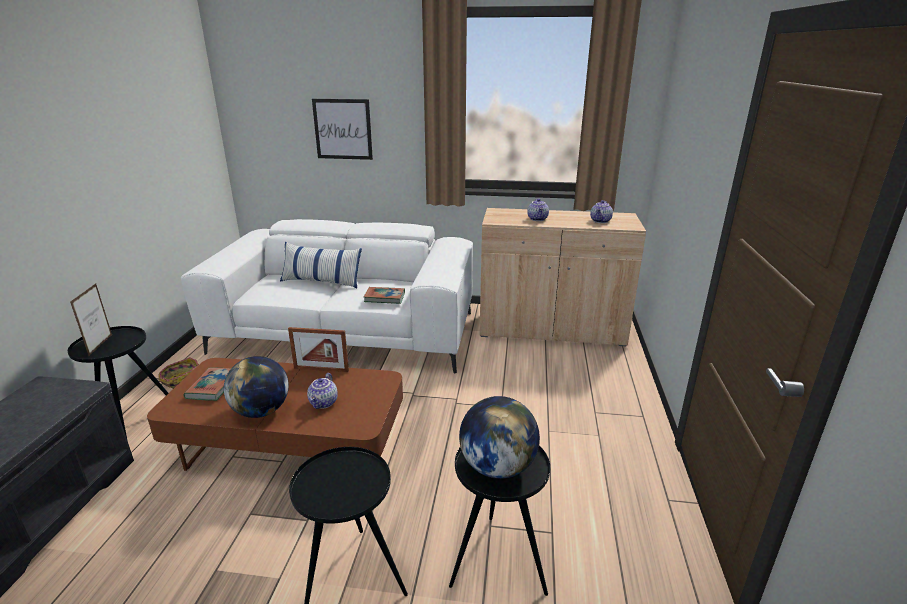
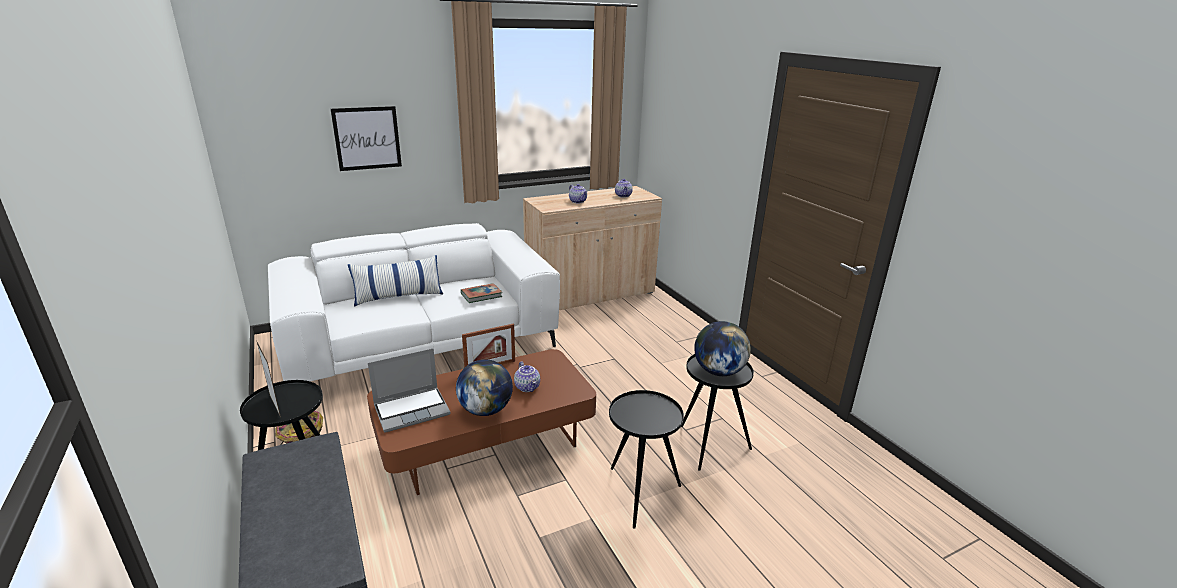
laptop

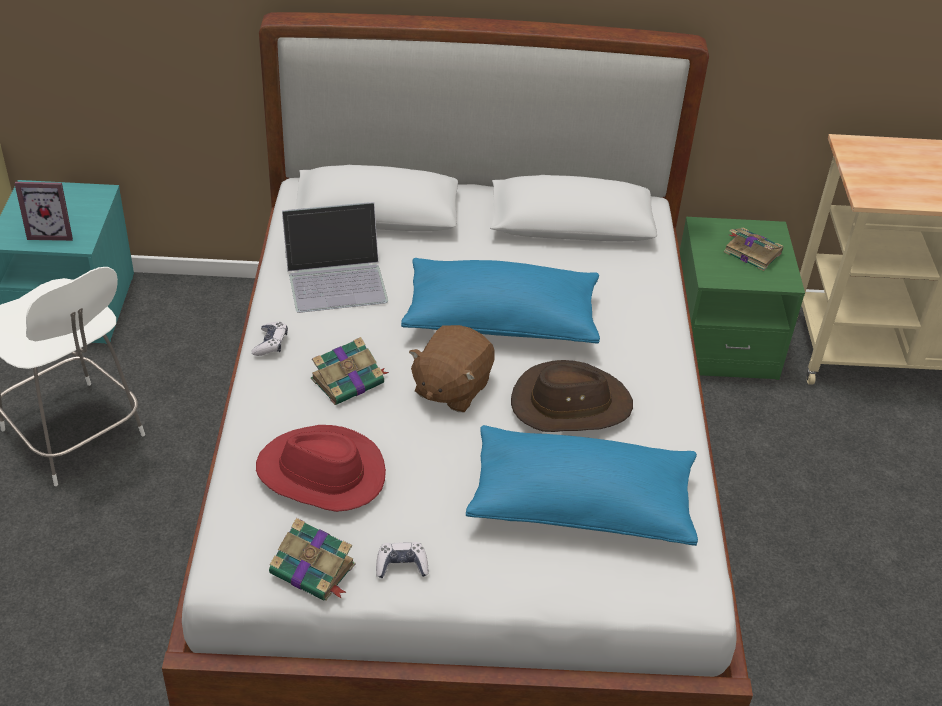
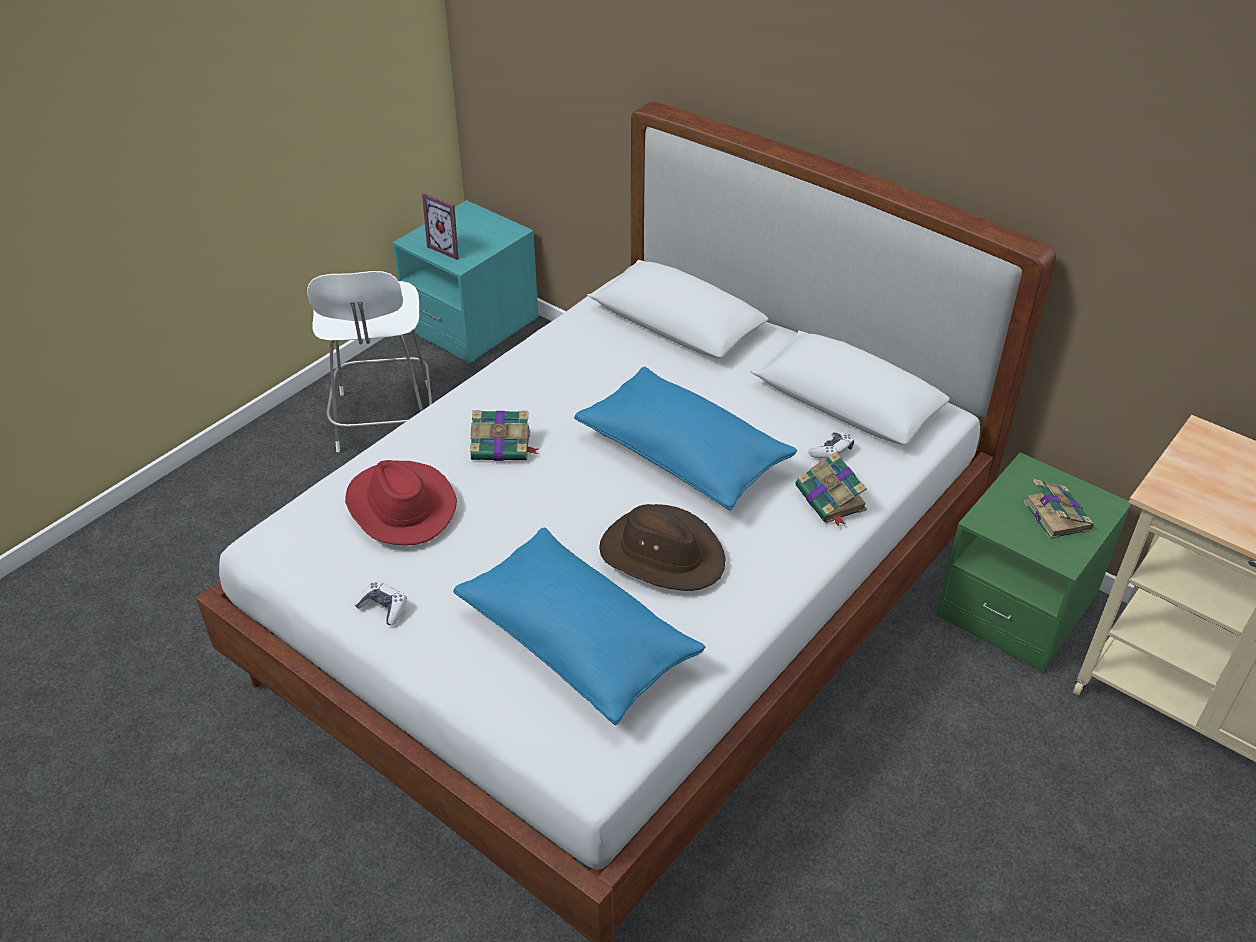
game controller (no. 2 from left); book (no. 2 from left); laptop; plush toy in brown

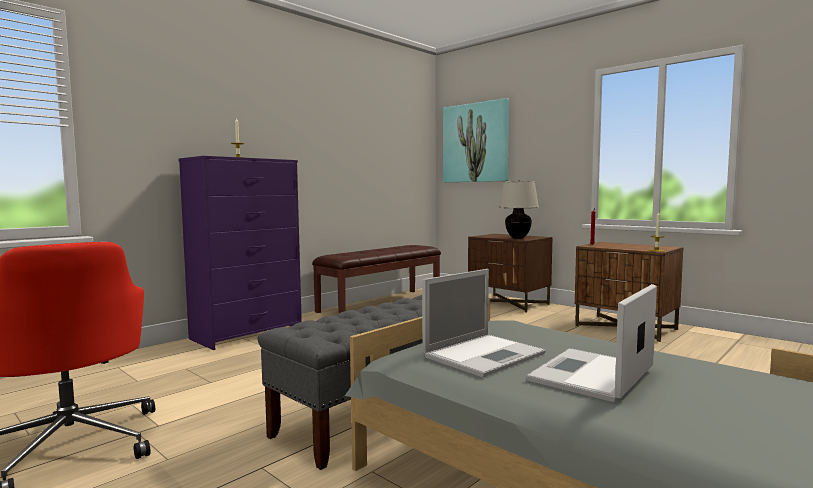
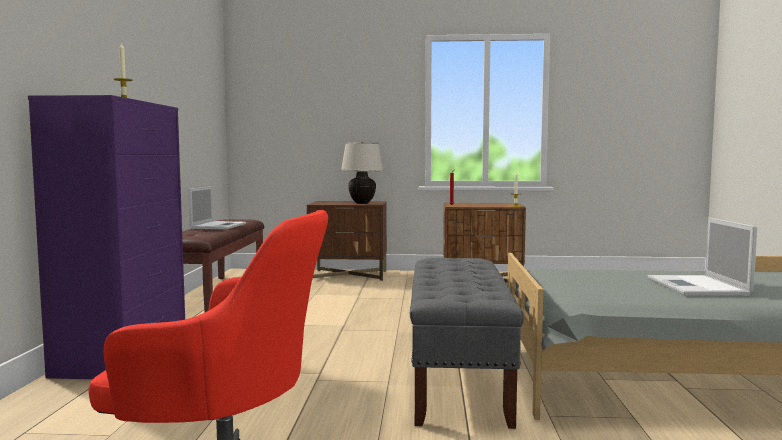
laptop (no. 1 from left); picture

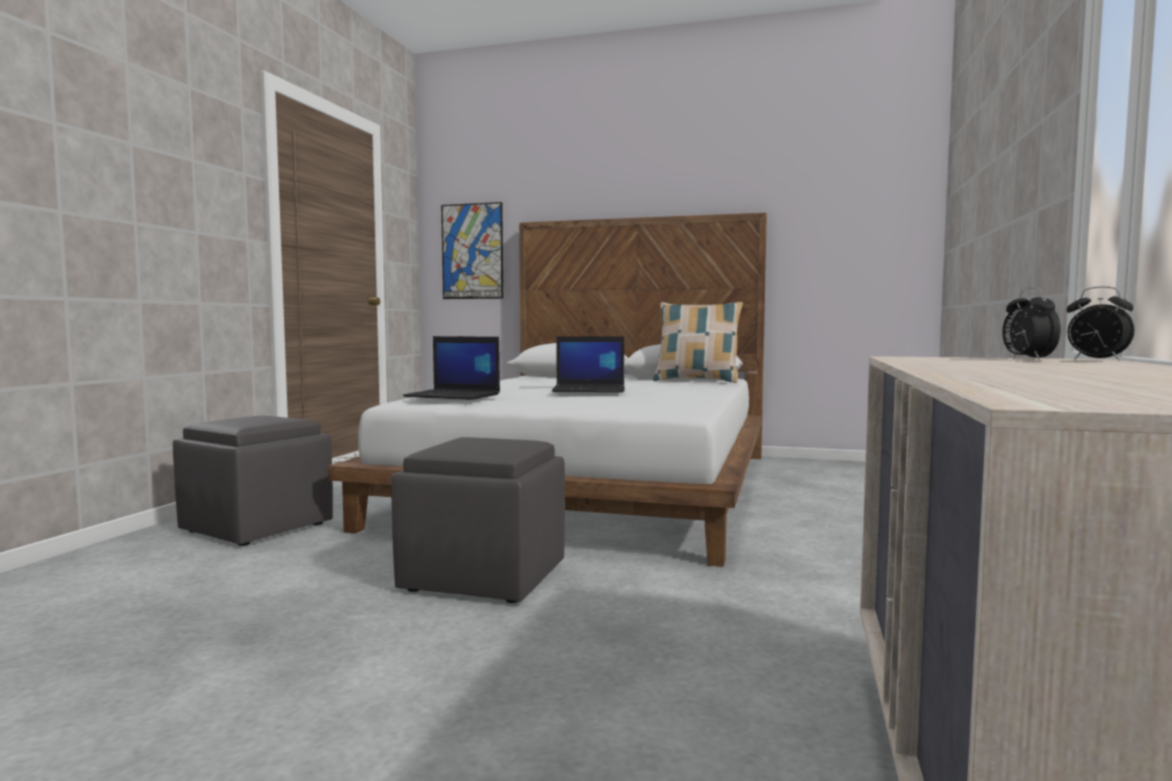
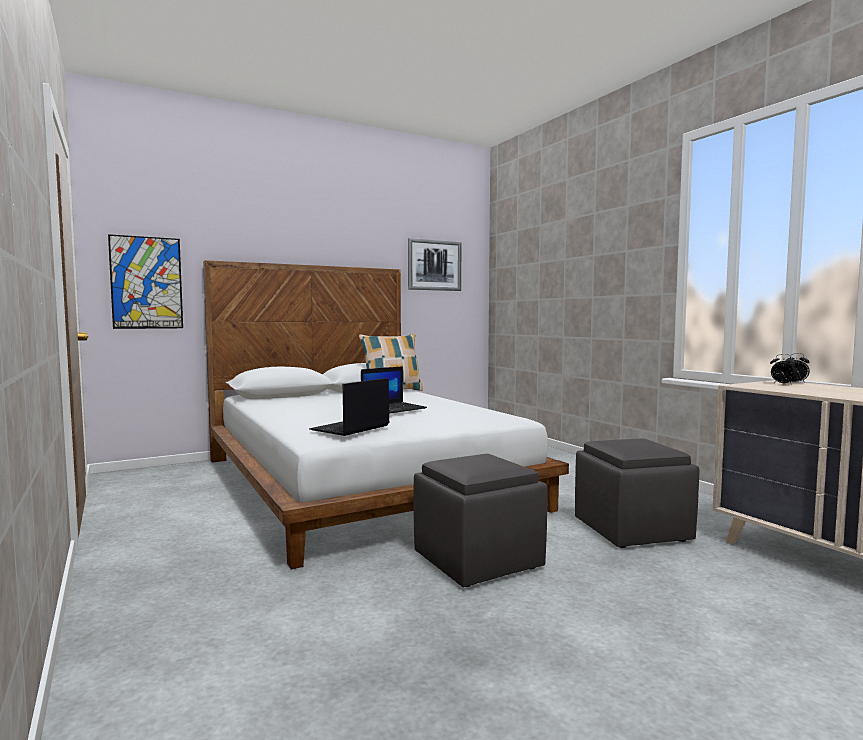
ottoman in grey (no. 2 from left); laptop (no. 1 from left); picture (no. 2 from left)

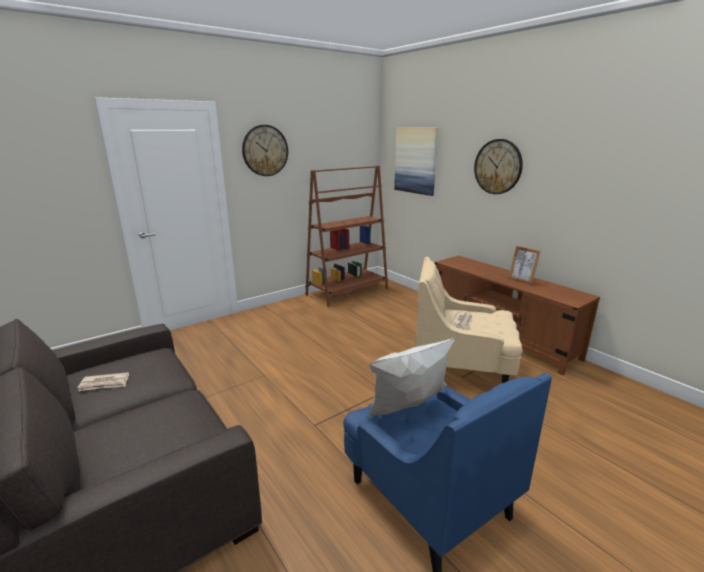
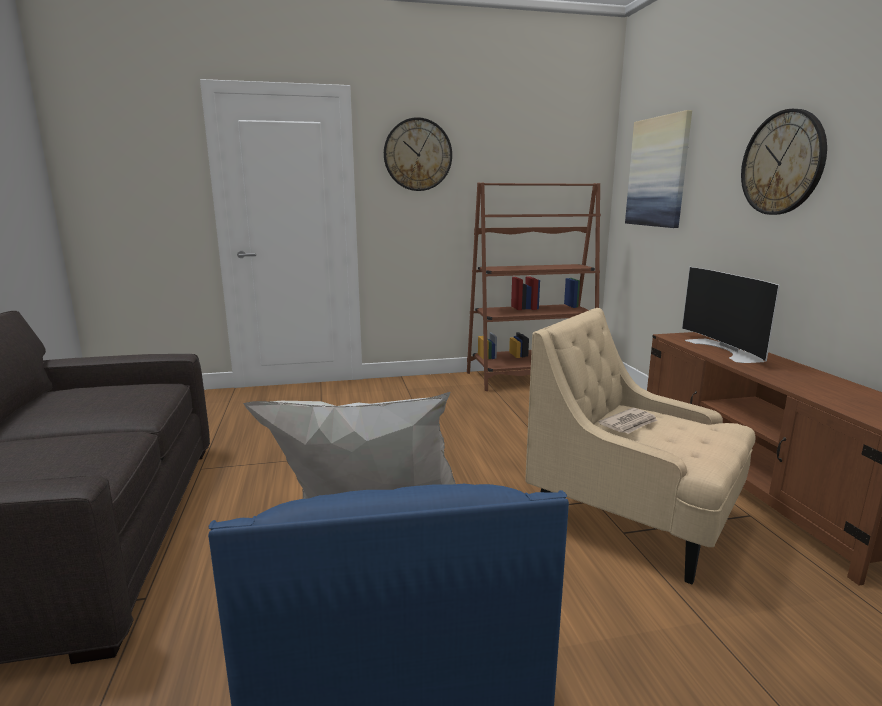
newspaper (no. 1 from left in the first image); picture frame; television

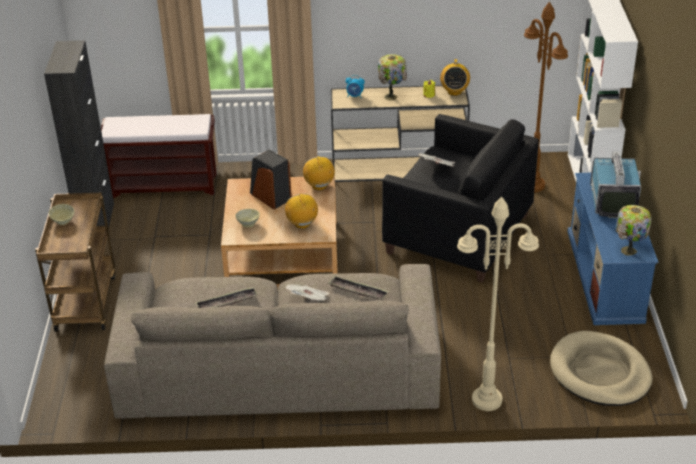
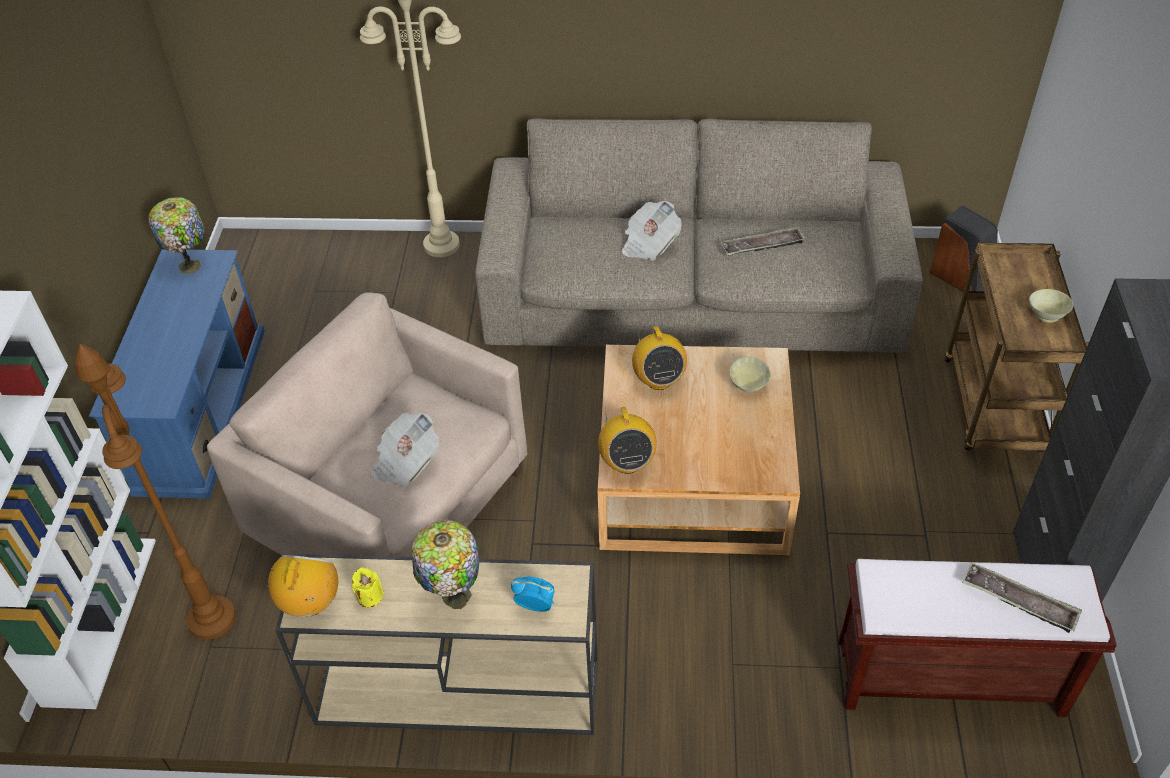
speaker; tray (no. 2 from left); armchair in beige; dog bed in beige; television

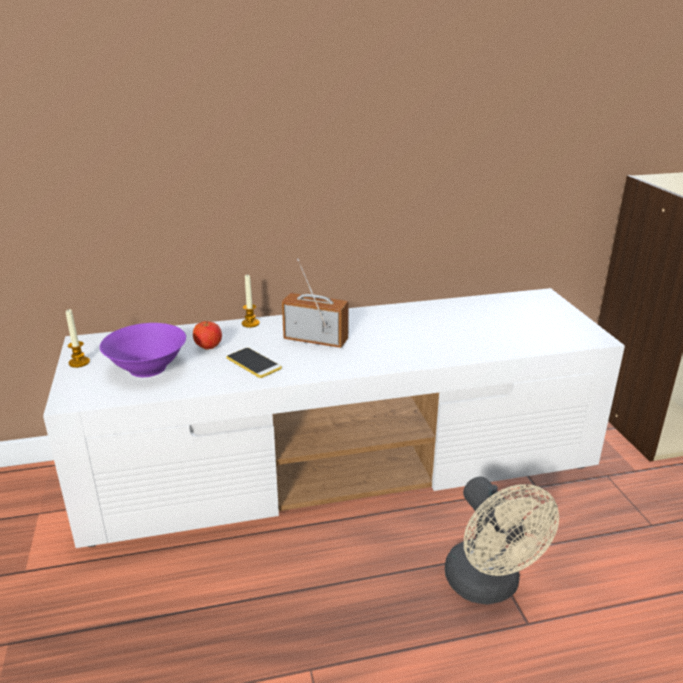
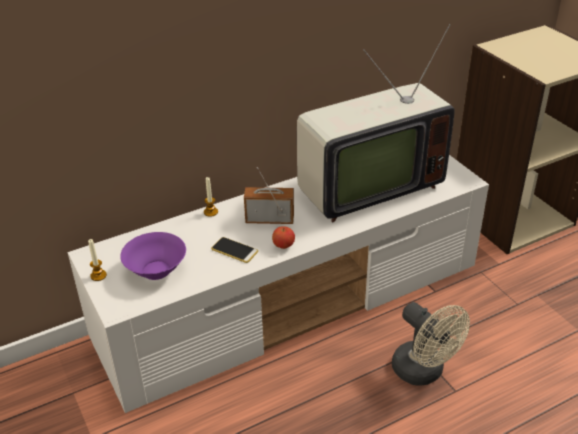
apple; television

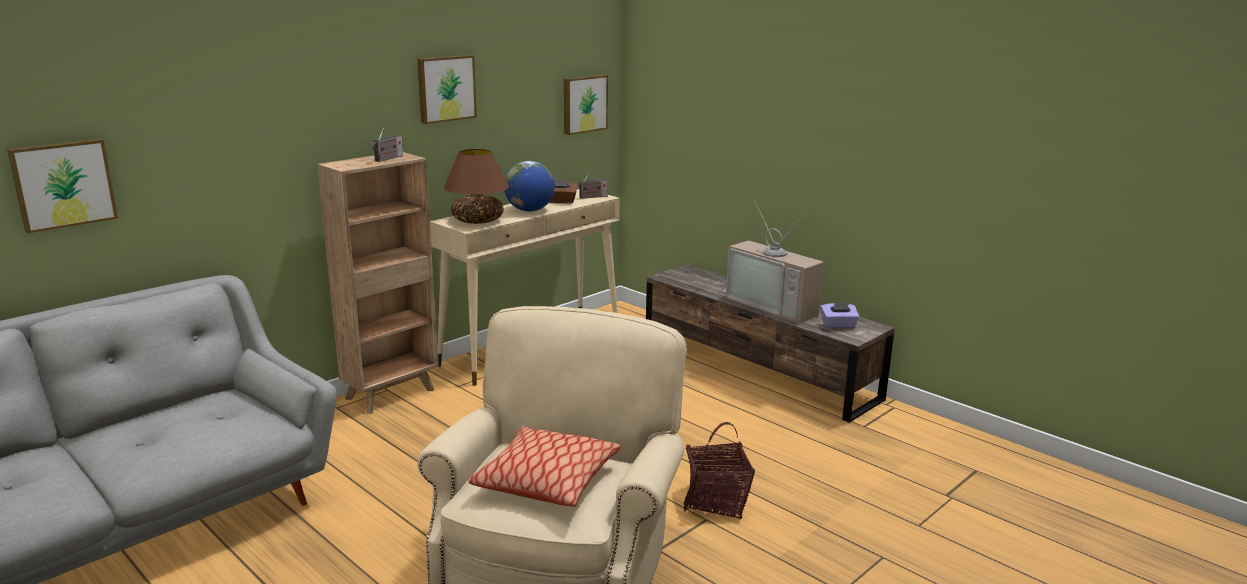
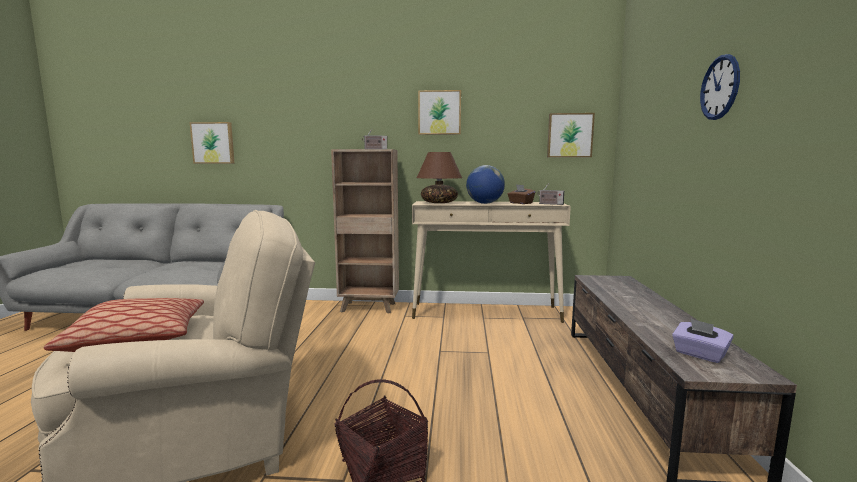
television; wall clock

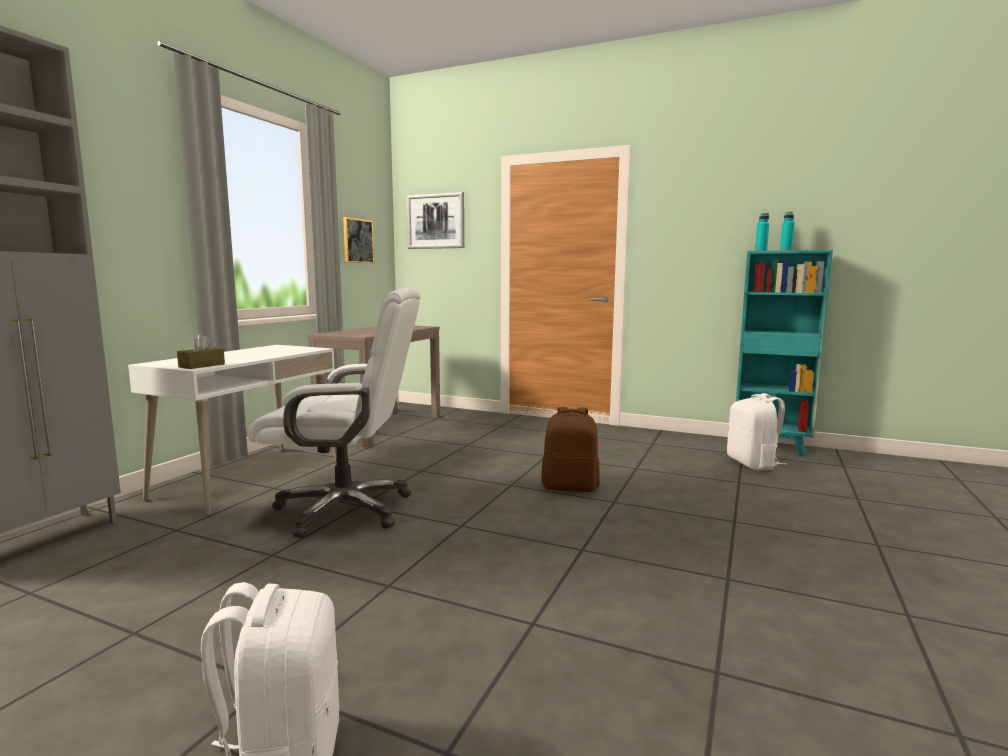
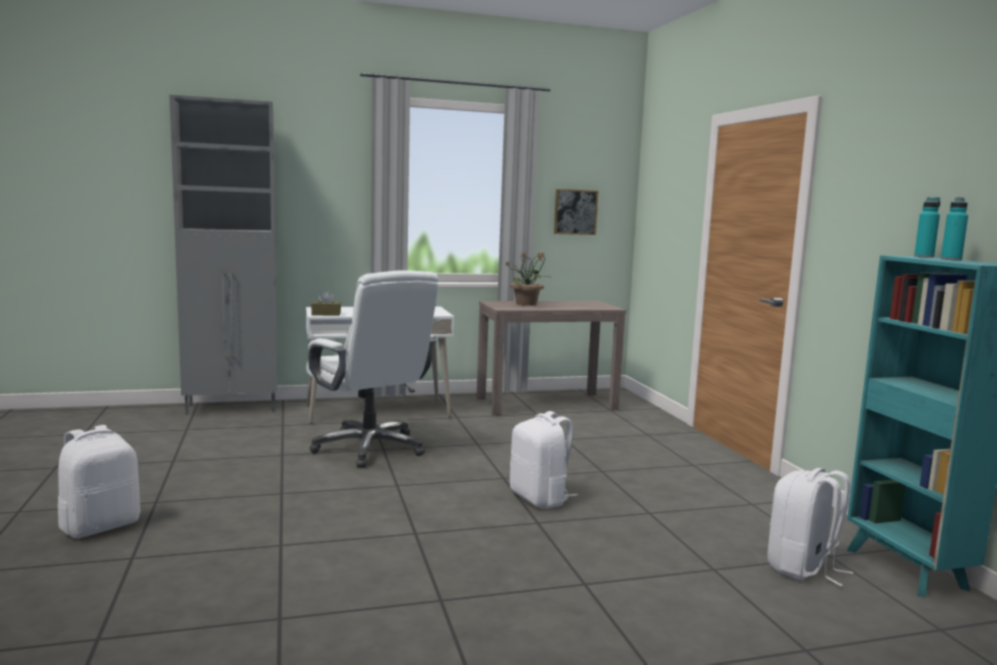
picture (no. 2 from left in the first image); backpack in white (no. 2 from left); potted plant

